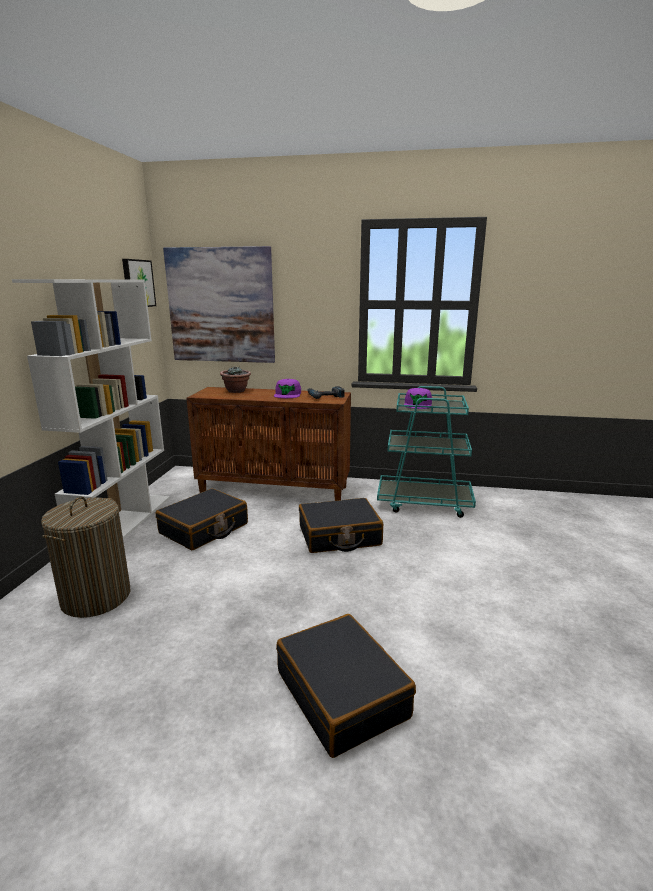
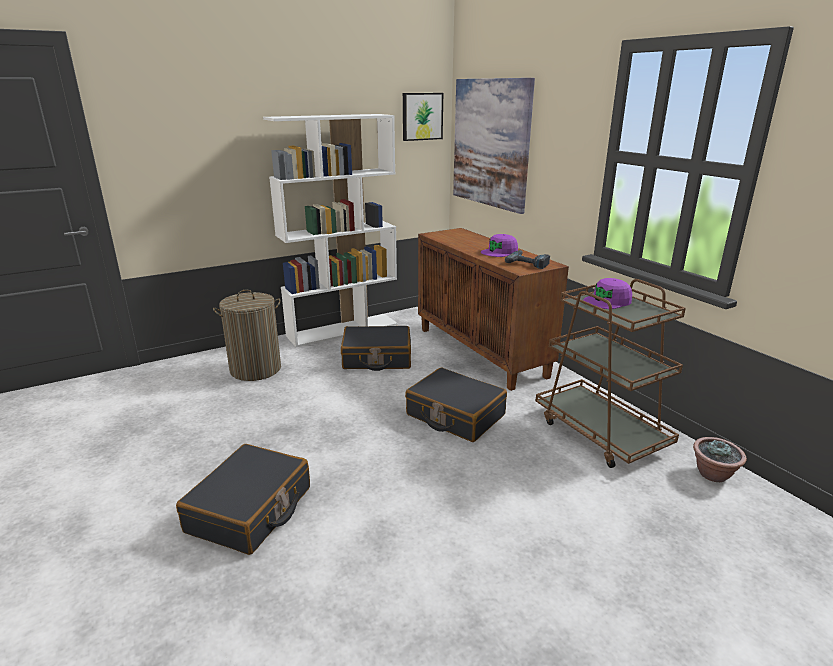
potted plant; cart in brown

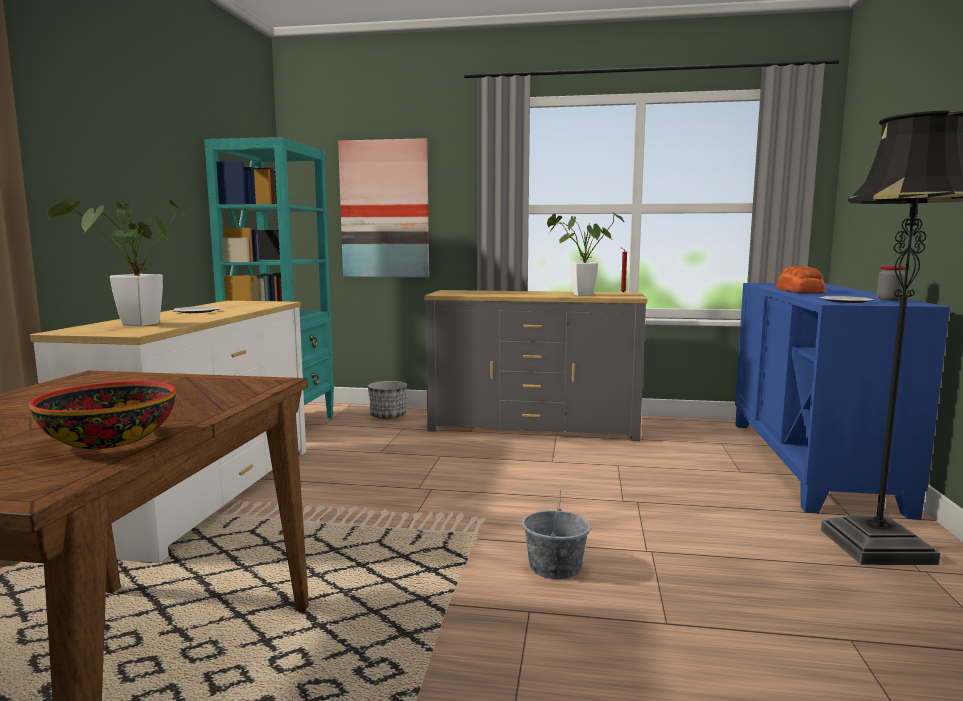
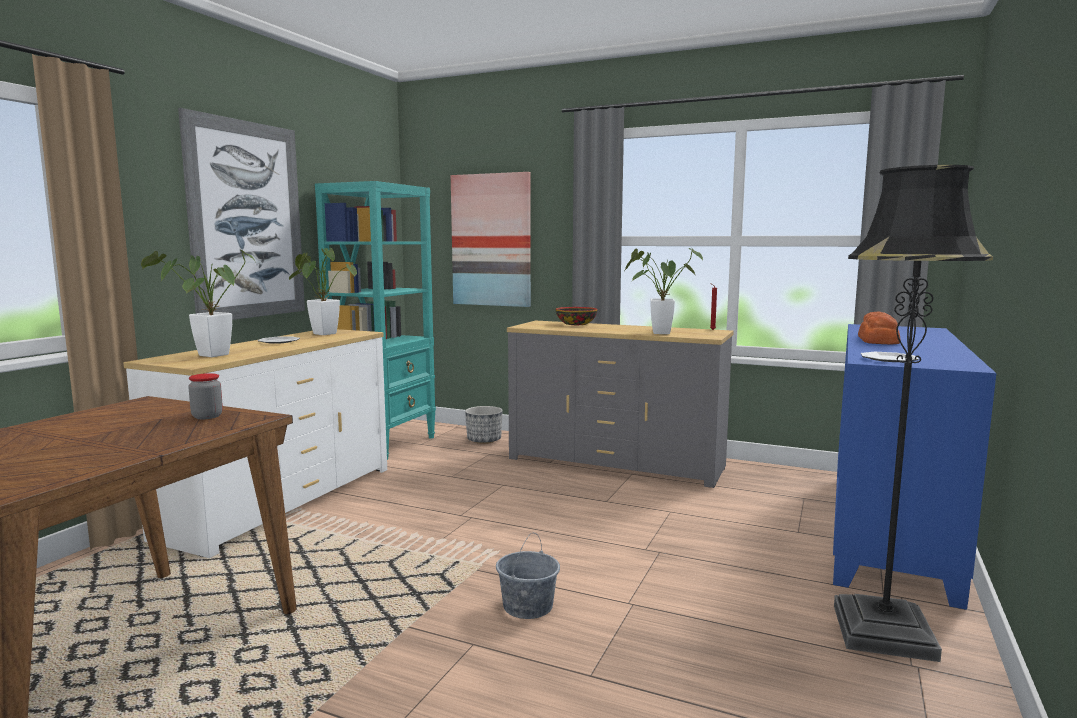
bowl; jar; picture (no. 1 from left); potted plant (no. 2 from left)

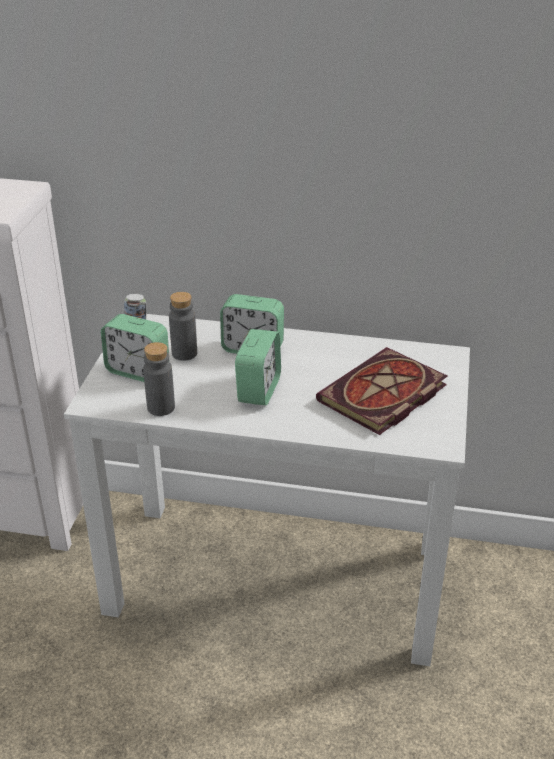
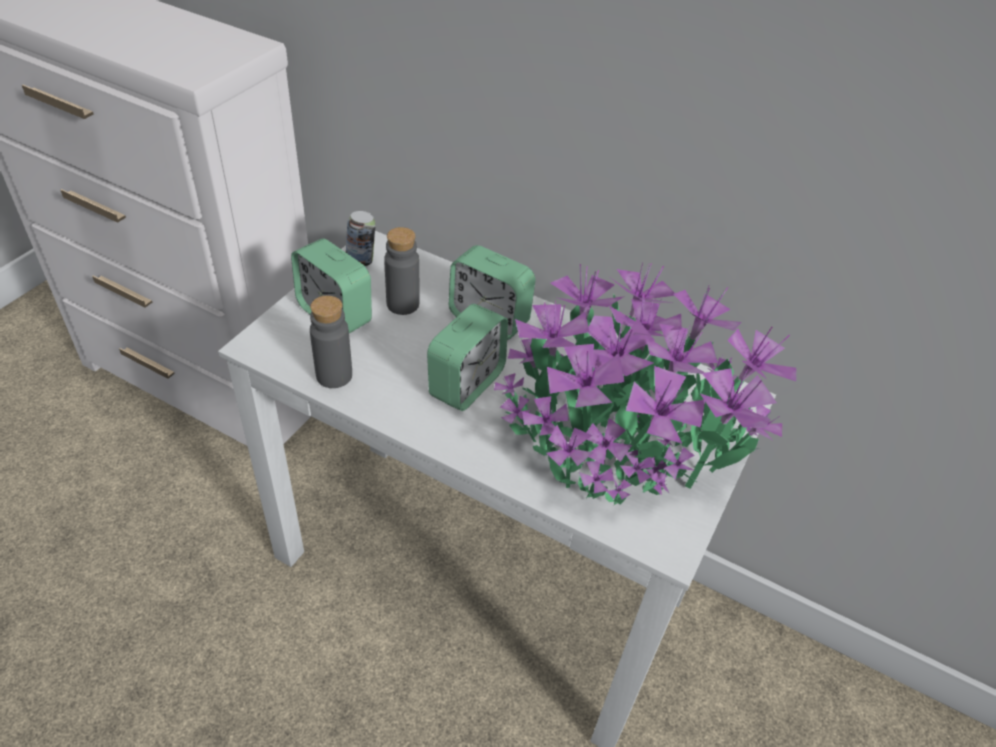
potted plant

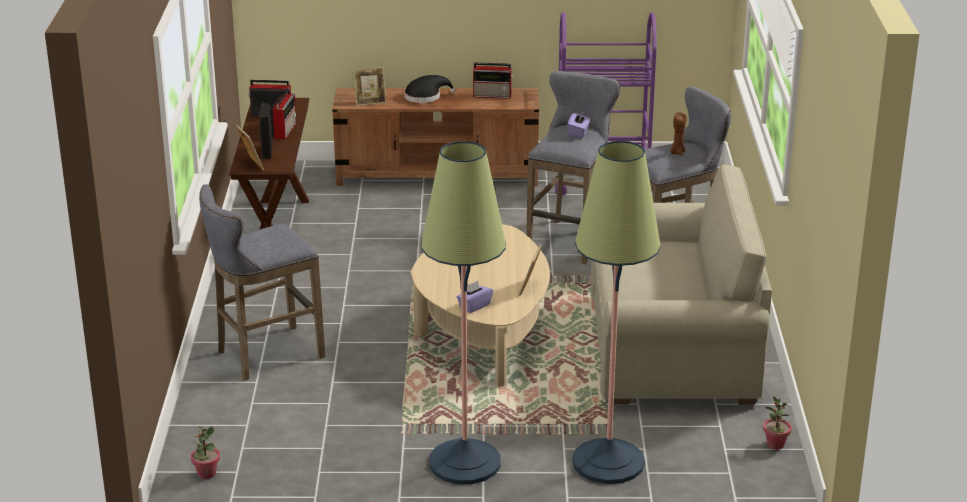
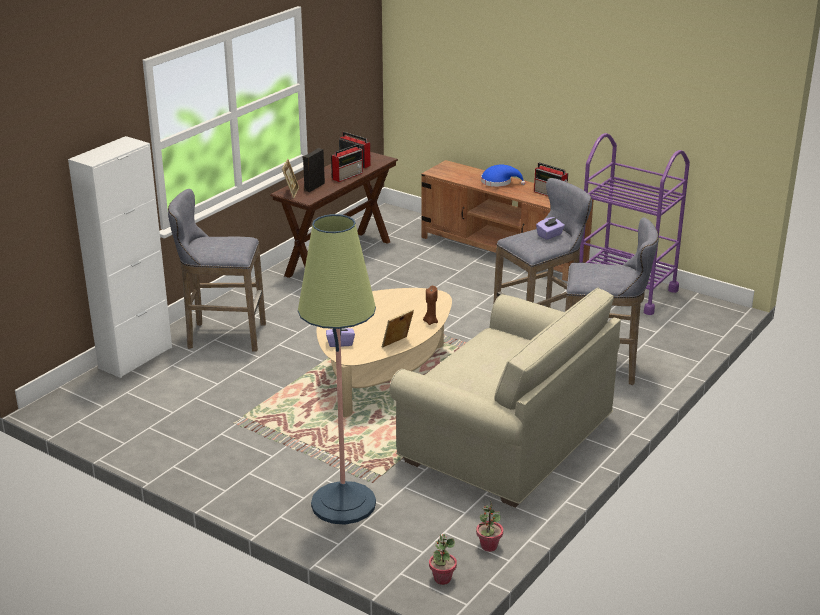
potted plant (no. 1 from left); picture frame (no. 2 from left in the first image); hat in blue; floor lamp (no. 1 from left in the first image); candle in brown; cabinet in white

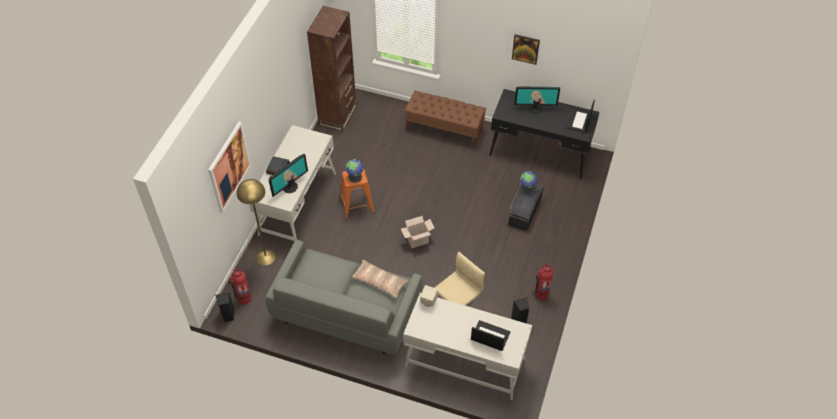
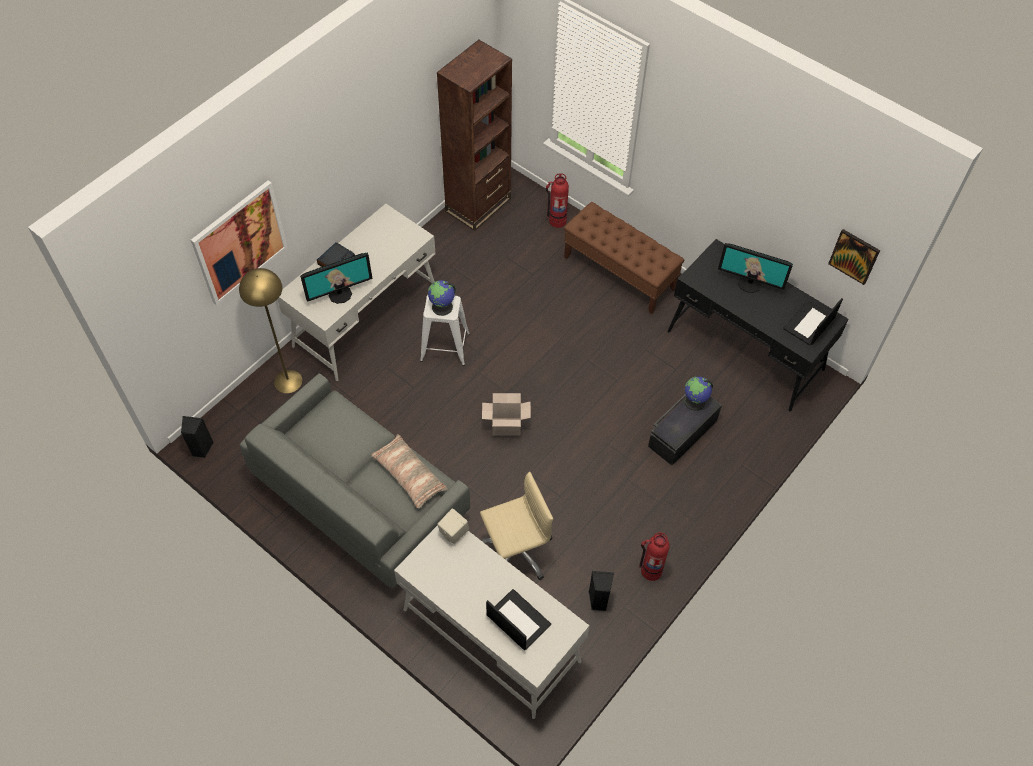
fire extinguisher (no. 1 from left); stool in white; picture (no. 2 from left)

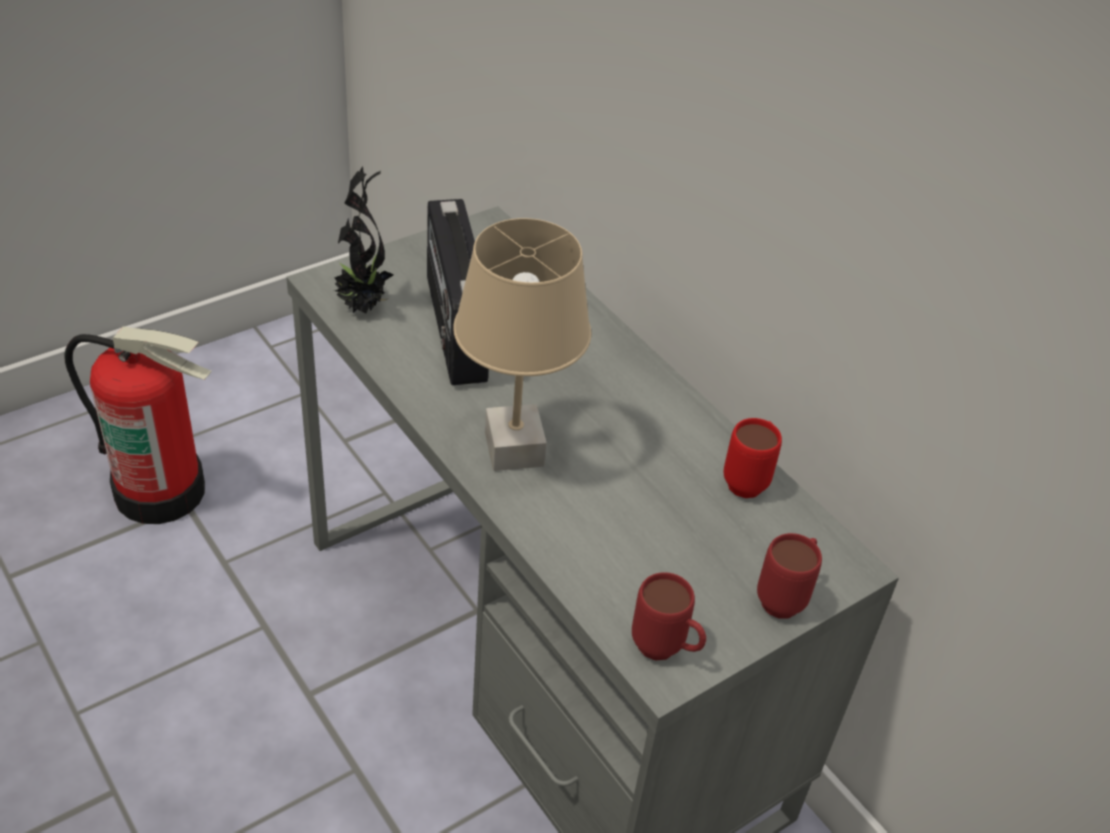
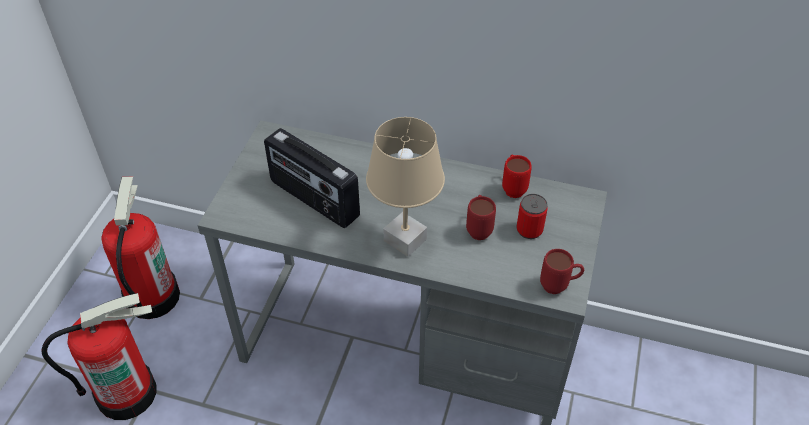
potted plant; mug in red (no. 1 from left); fire extinguisher (no. 2 from left); can

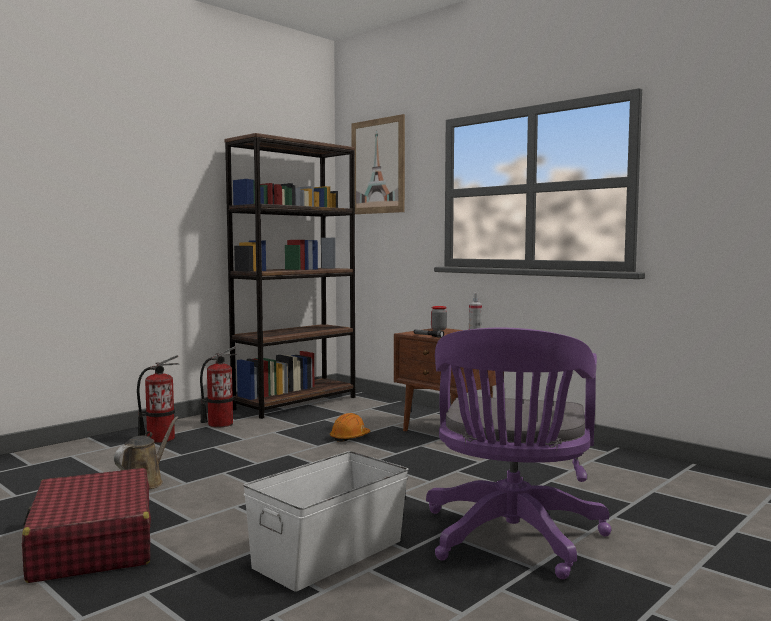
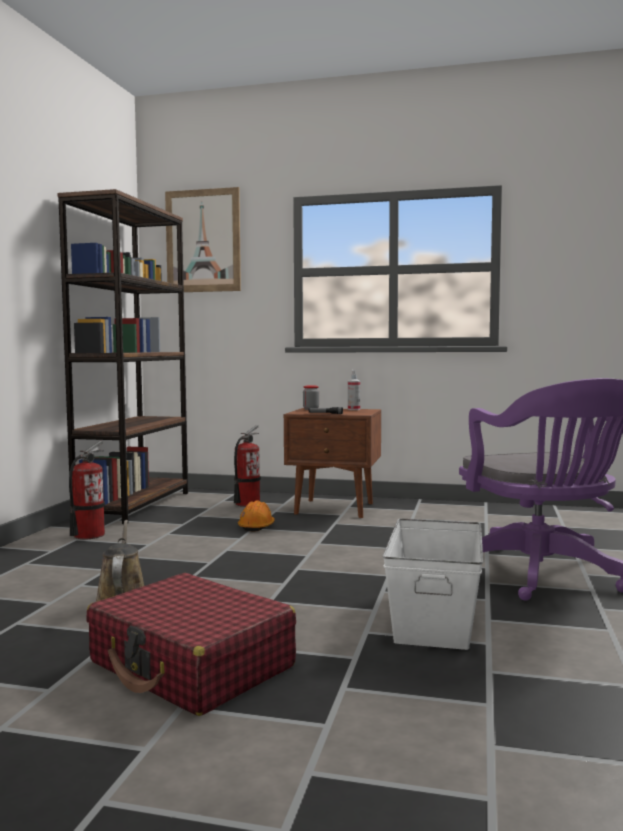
fire extinguisher (no. 2 from left)

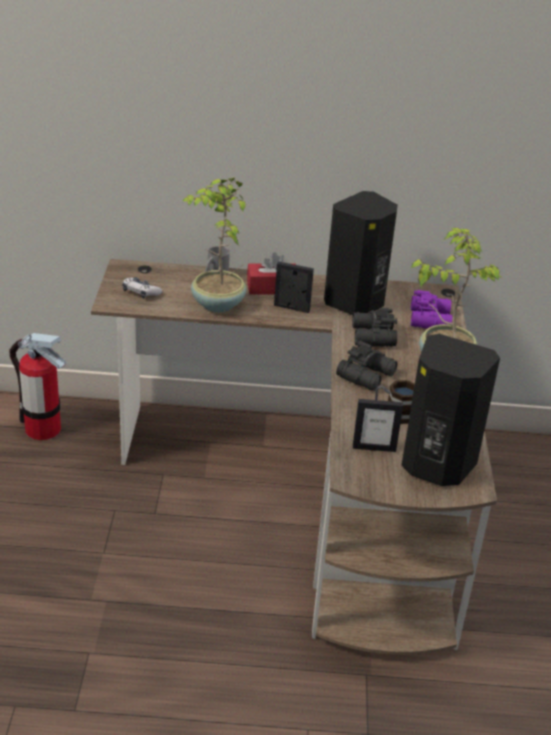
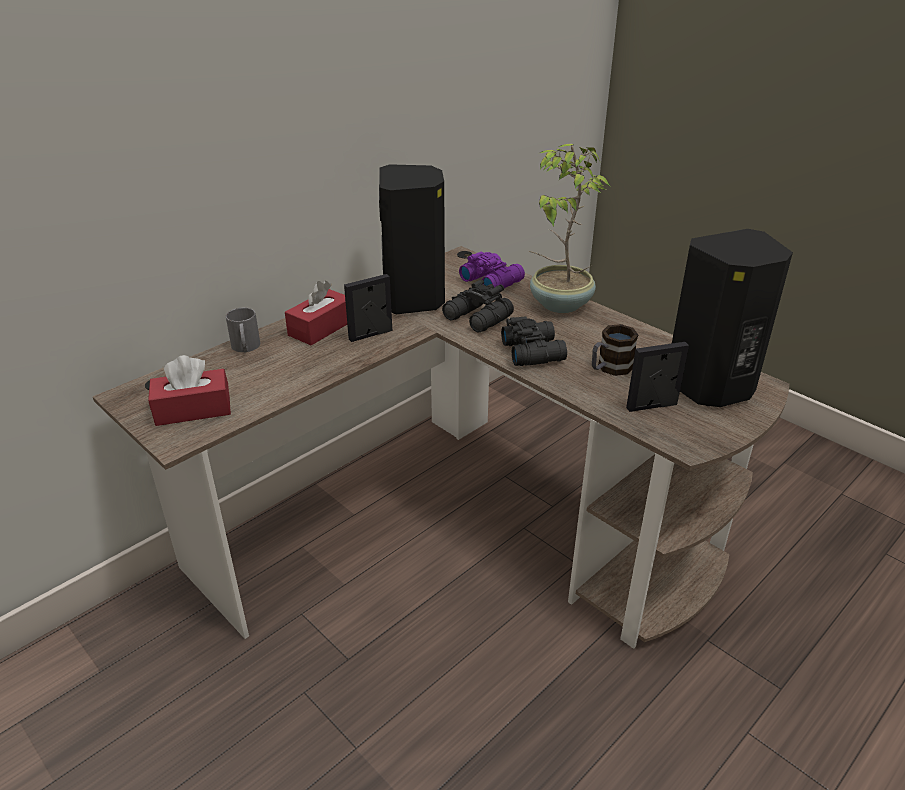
fire extinguisher; tissue box in red (no. 1 from left); potted plant (no. 1 from left in the first image); picture frame (no. 2 from left)

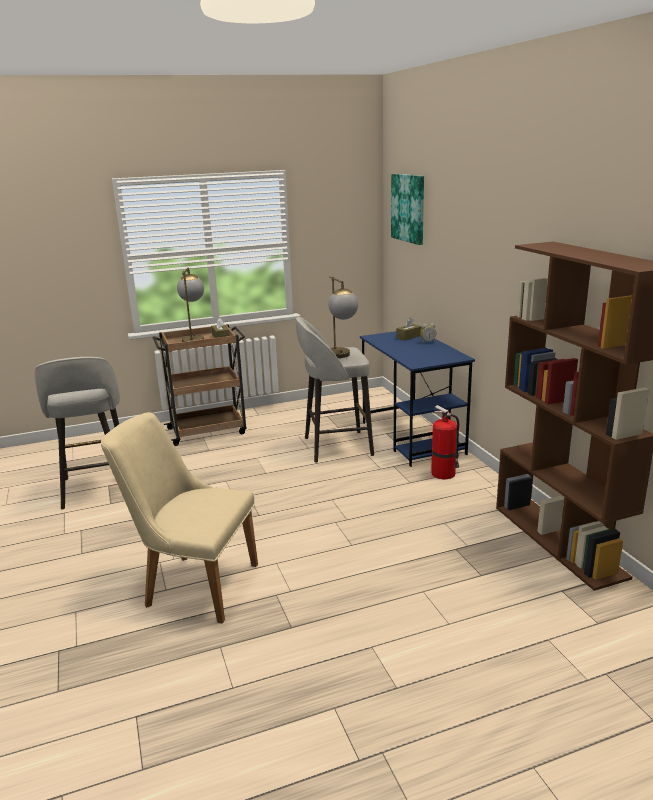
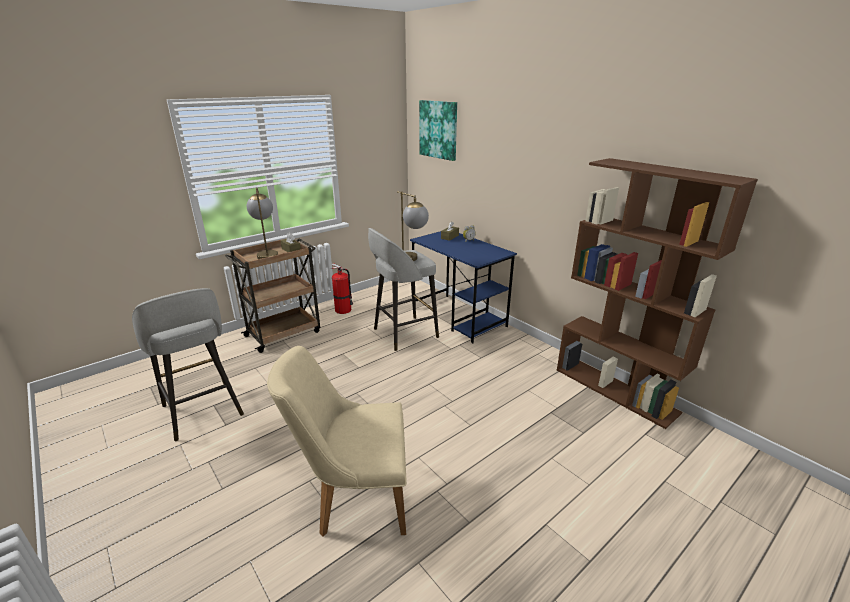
fire extinguisher

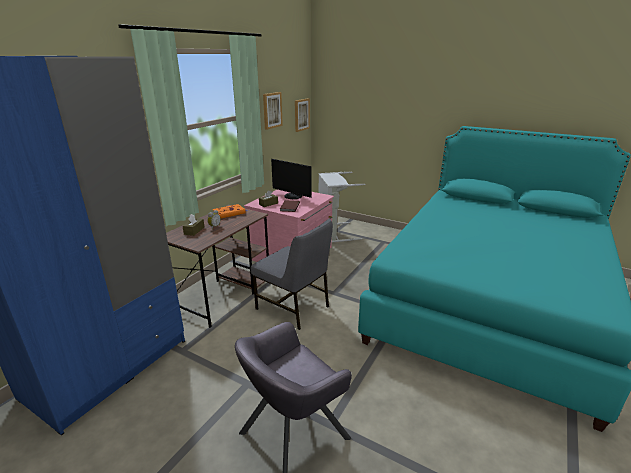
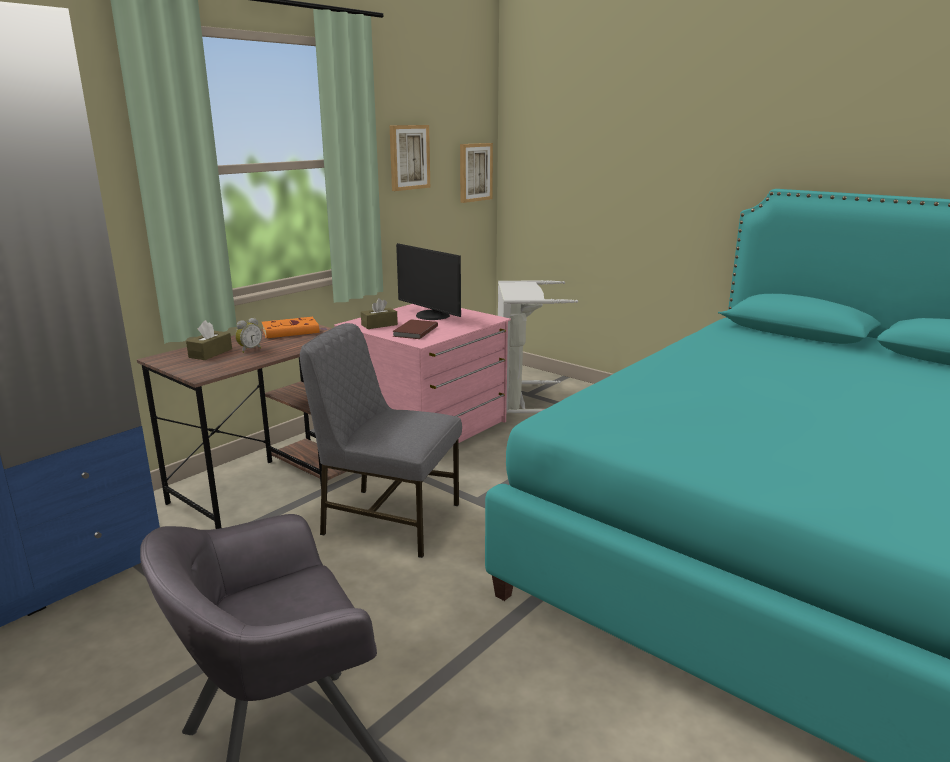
chair in grey

